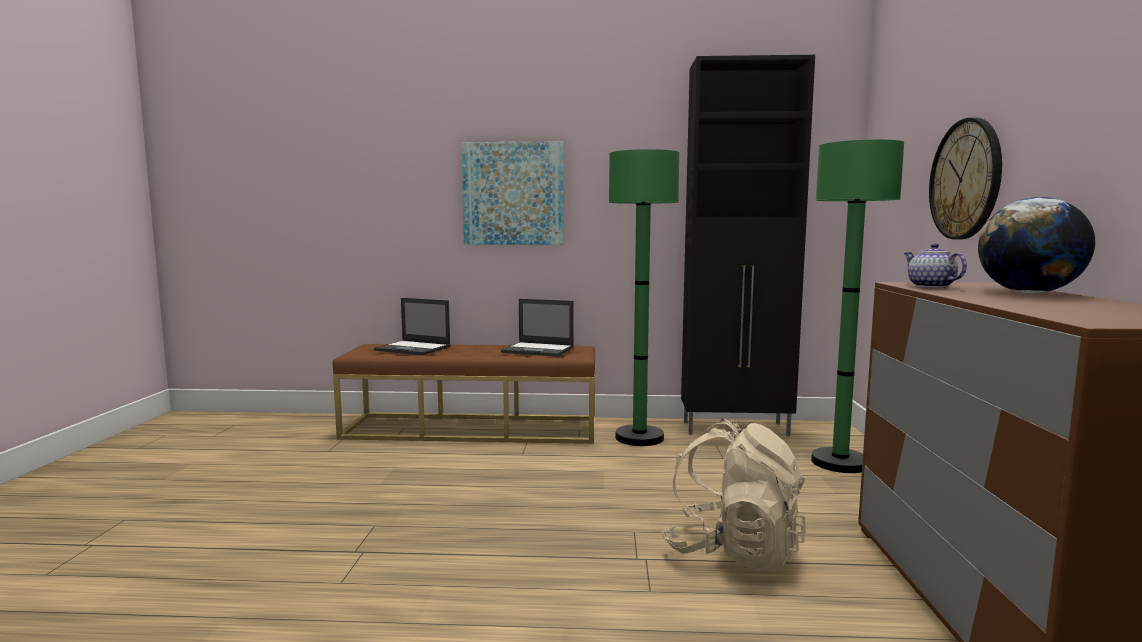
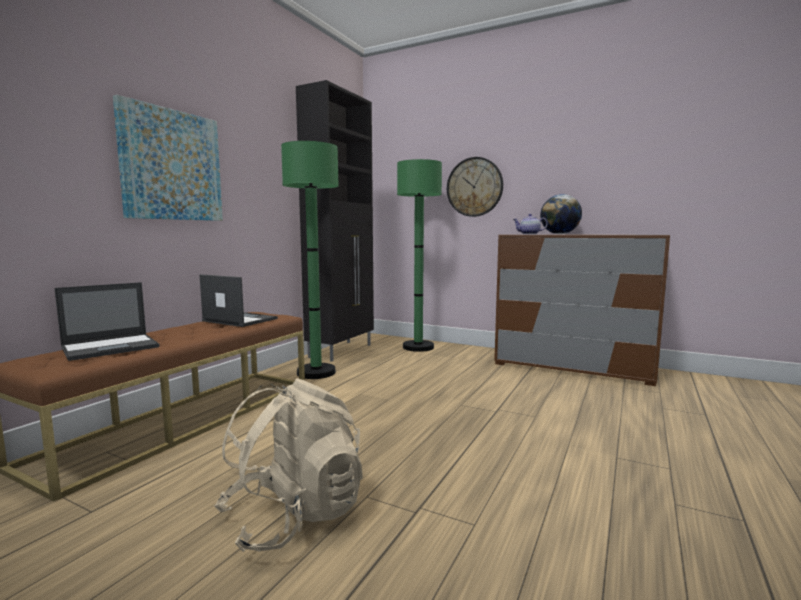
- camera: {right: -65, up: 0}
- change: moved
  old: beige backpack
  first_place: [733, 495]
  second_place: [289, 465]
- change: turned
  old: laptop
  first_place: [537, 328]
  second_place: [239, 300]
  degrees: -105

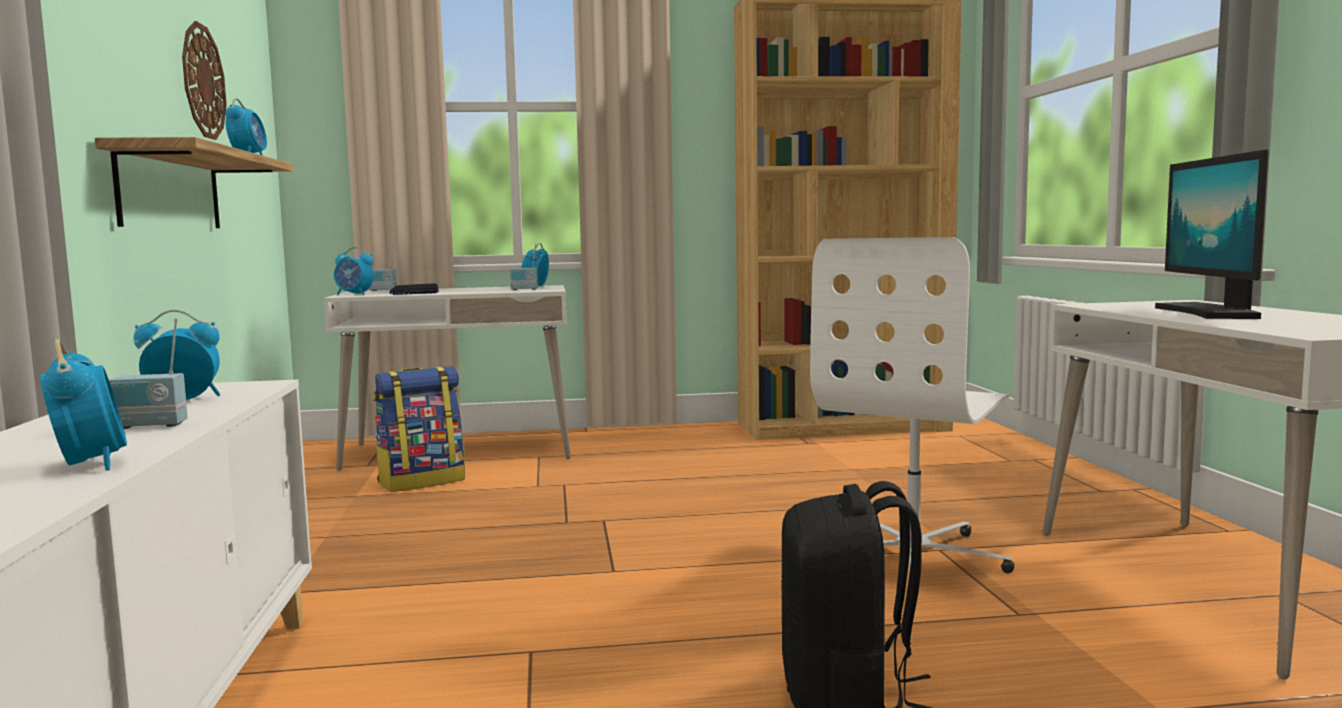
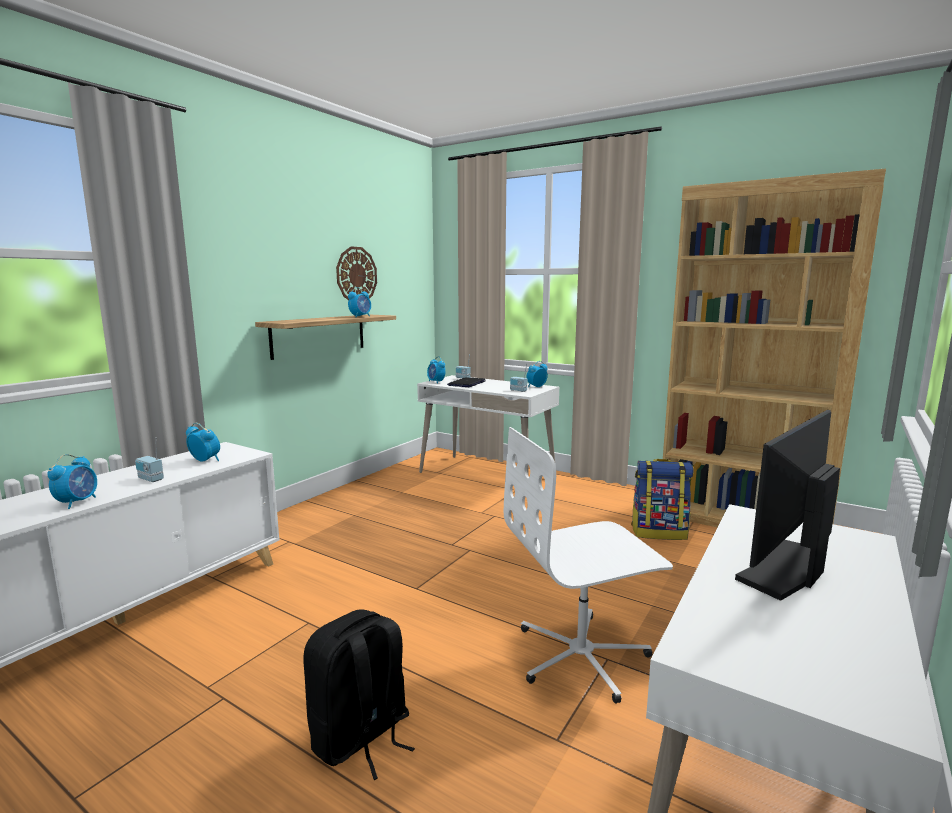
- camera: {right: 40, up: 5}
- change: moved
  old: backpack
  first_place: [419, 429]
  second_place: [662, 499]

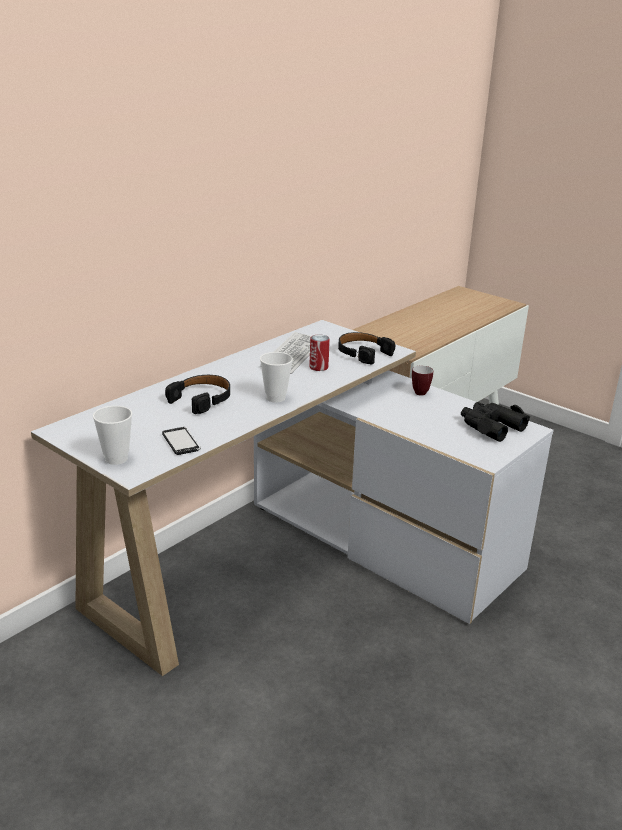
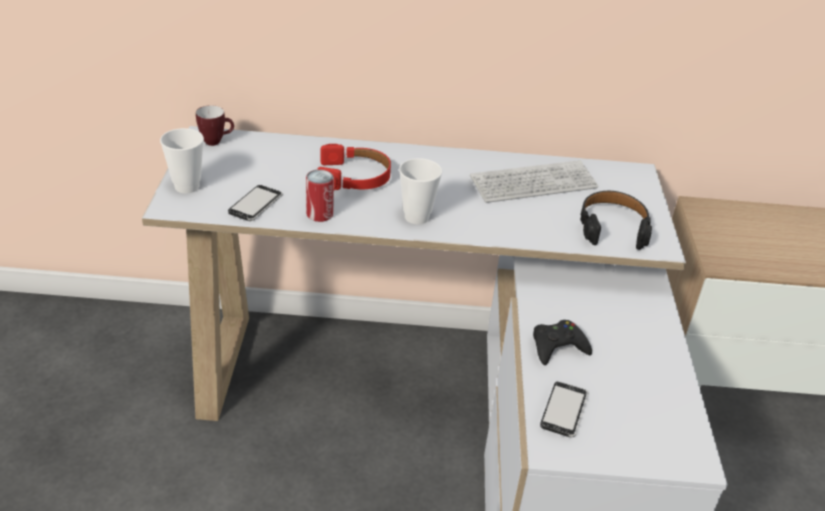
- camera: {right: 50, up: 10}
- change: removed
  old: black binoculars
  first_place: [495, 422]
- change: added
  new: black game controller
  second_place: [562, 342]
- change: added
  new: phone
  second_place: [564, 409]
- change: moved
  old: can
  first_place: [319, 352]
  second_place: [320, 196]
- change: moved
  old: mug
  first_place: [422, 381]
  second_place: [215, 125]
- change: recoloured
  old: black headphones
  new: red headphones
  first_place: [197, 394]
  second_place: [354, 167]

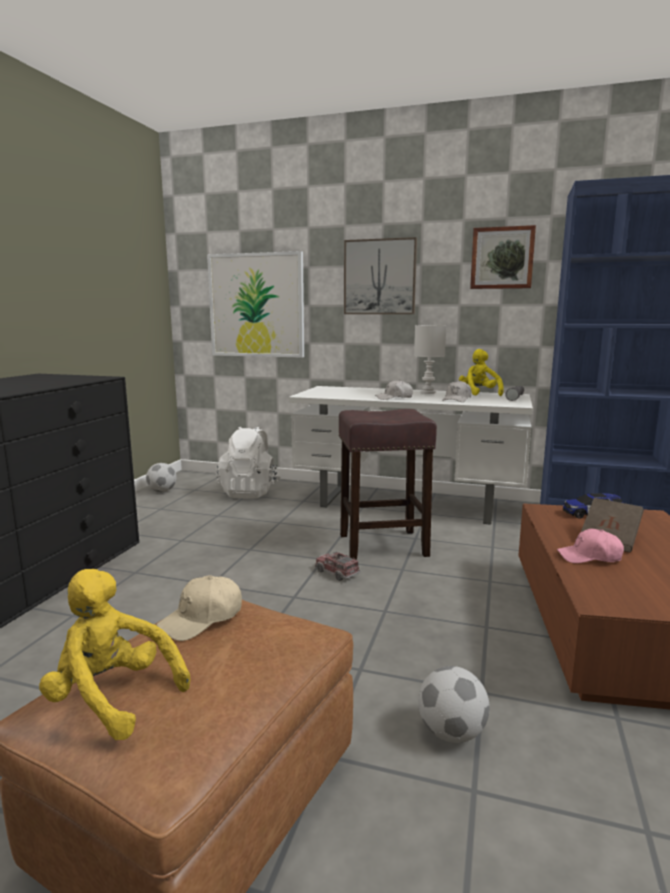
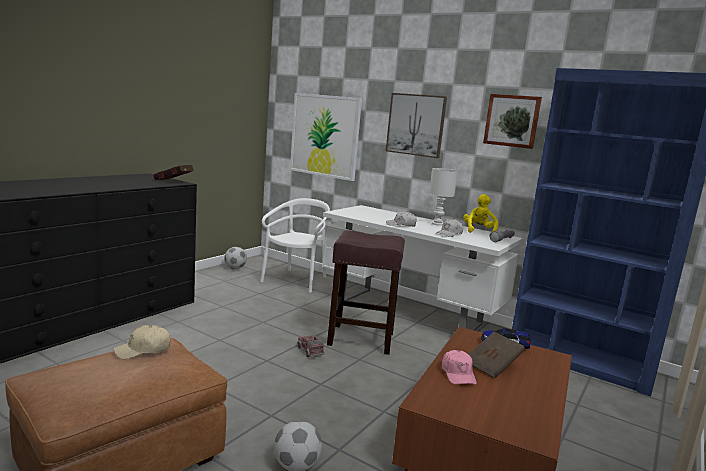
- camera: {right: 15, up: 0}
- change: removed
  old: yellow plush toy
  first_place: [114, 654]
- change: added
  new: red book
  second_place: [173, 172]
- change: replaced
  old: white backpack
  new: white chair
  first_place: [248, 463]
  second_place: [295, 245]
- change: turned
  old: pink cap
  first_place: [590, 546]
  second_place: [459, 367]
  degrees: -120

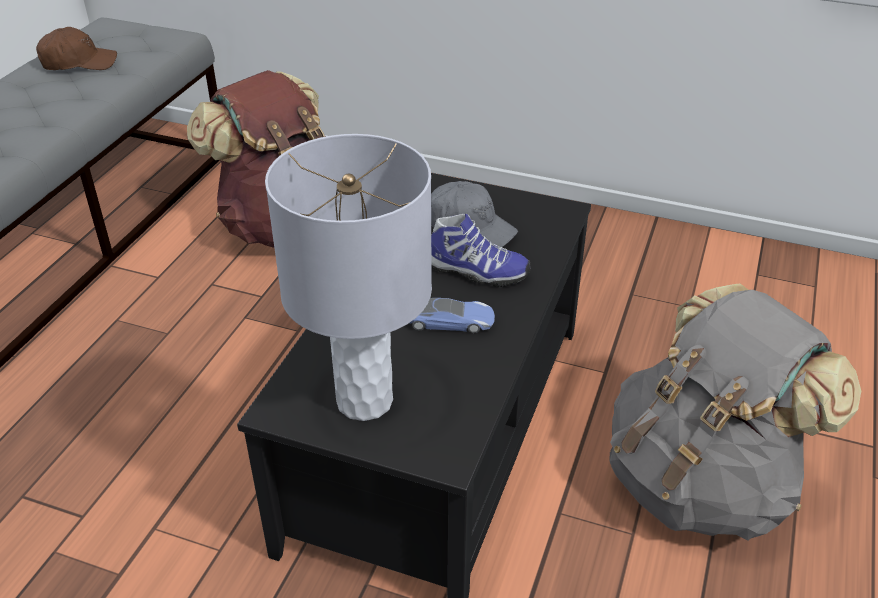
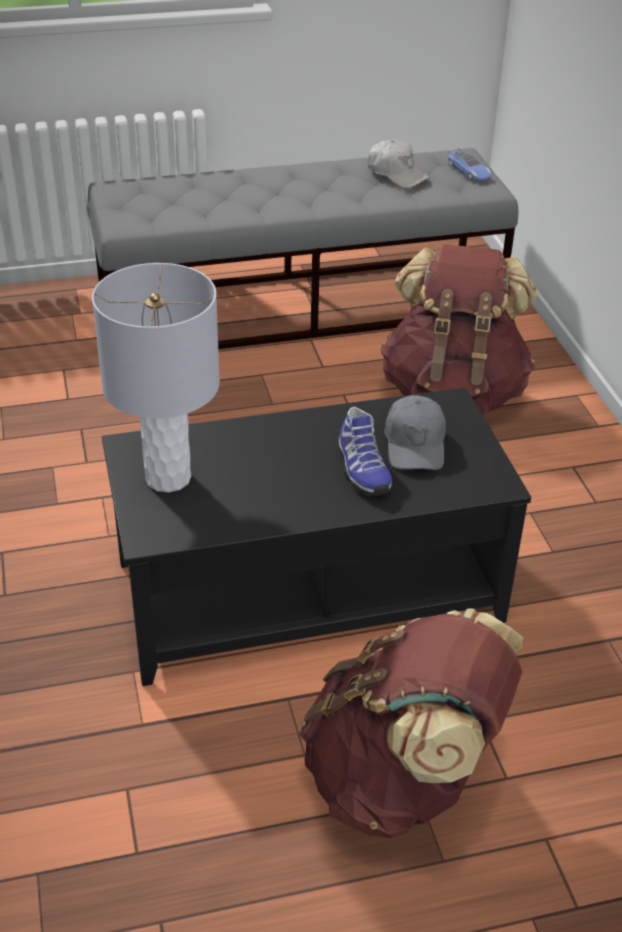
- camera: {right: 55, up: 0}
- change: moved
  old: toy car
  first_place: [452, 315]
  second_place: [470, 164]
- change: recoloured
  old: brown cap
  new: white cap
  first_place: [76, 48]
  second_place: [398, 164]
- change: recoloured
  old: grey backpack
  new: brown backpack
  first_place: [735, 412]
  second_place: [411, 723]

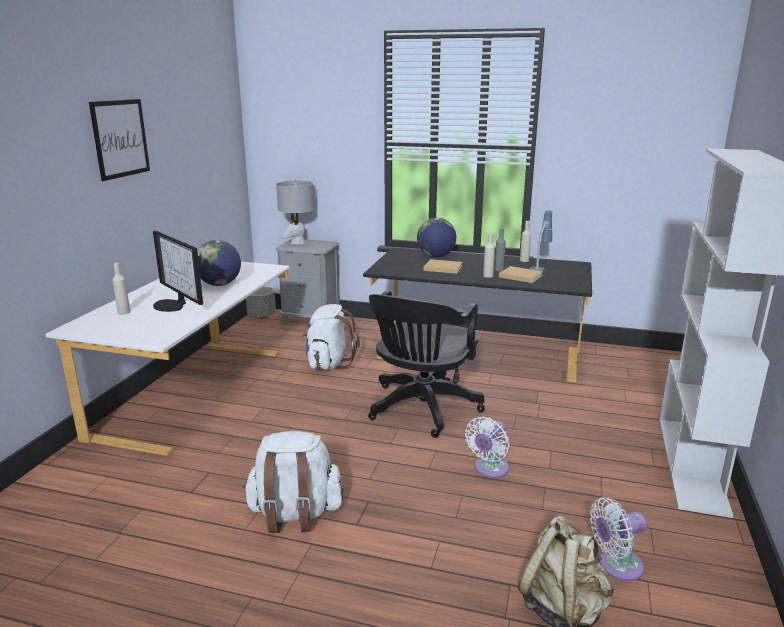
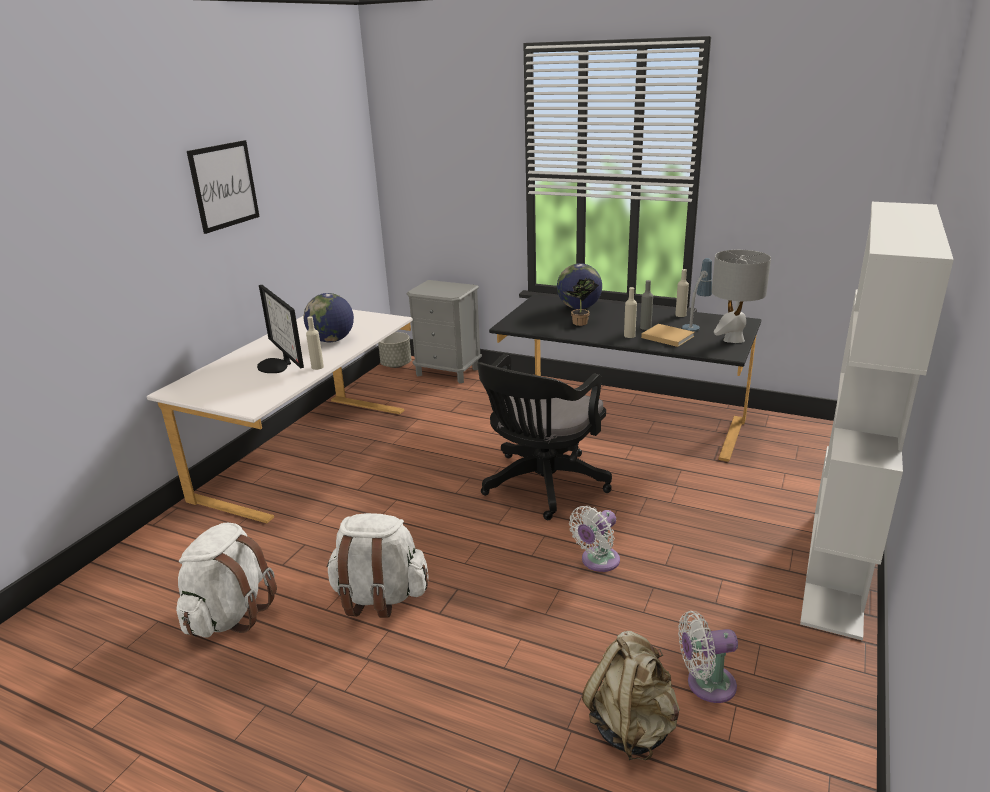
- camera: {right: 10, up: 5}
- change: moved
  old: beige bottle
  first_place: [121, 289]
  second_place: [315, 343]
- change: moved
  old: grey table lamp
  first_place: [295, 213]
  second_place: [741, 296]
- change: moved
  old: white backpack
  first_place: [331, 337]
  second_place: [226, 580]
- change: replaced
  old: beige book
  new: potted plant
  first_place: [442, 266]
  second_place: [581, 301]

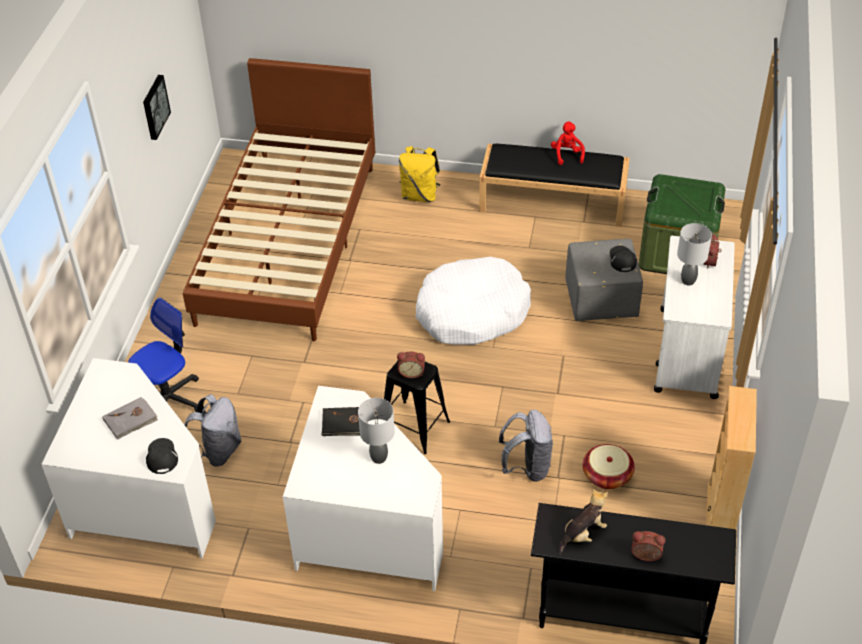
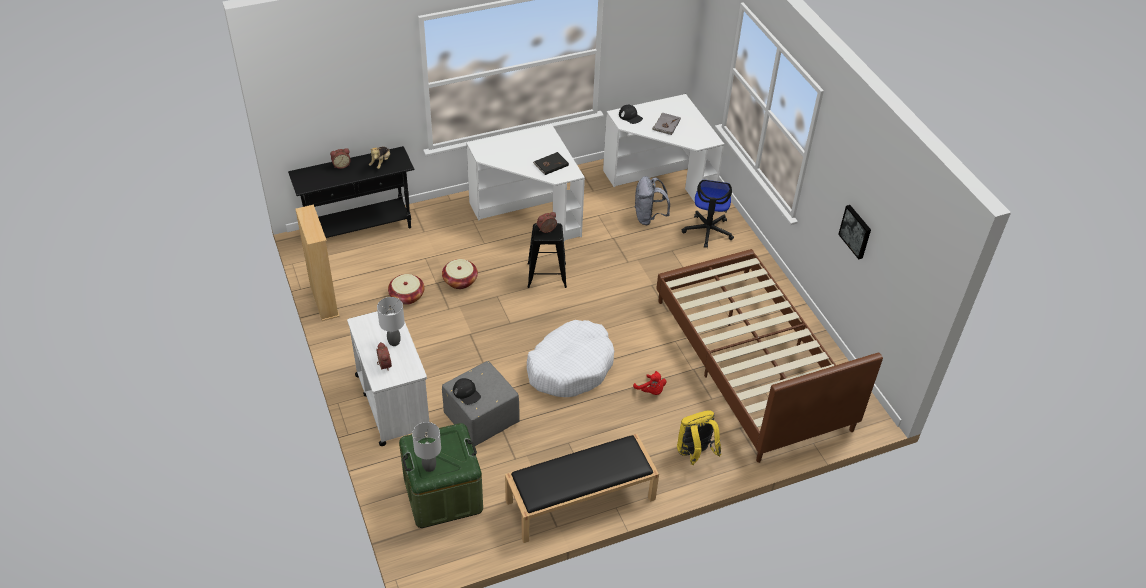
- camera: {right: 145, up: 0}
- change: moved
  old: grey table lamp
  first_place: [376, 431]
  second_place: [426, 447]
- change: moved
  old: red plush toy
  first_place: [568, 143]
  second_place: [649, 383]
- change: replaced
  old: grey backpack
  new: basket
  first_place: [526, 446]
  second_place: [460, 274]

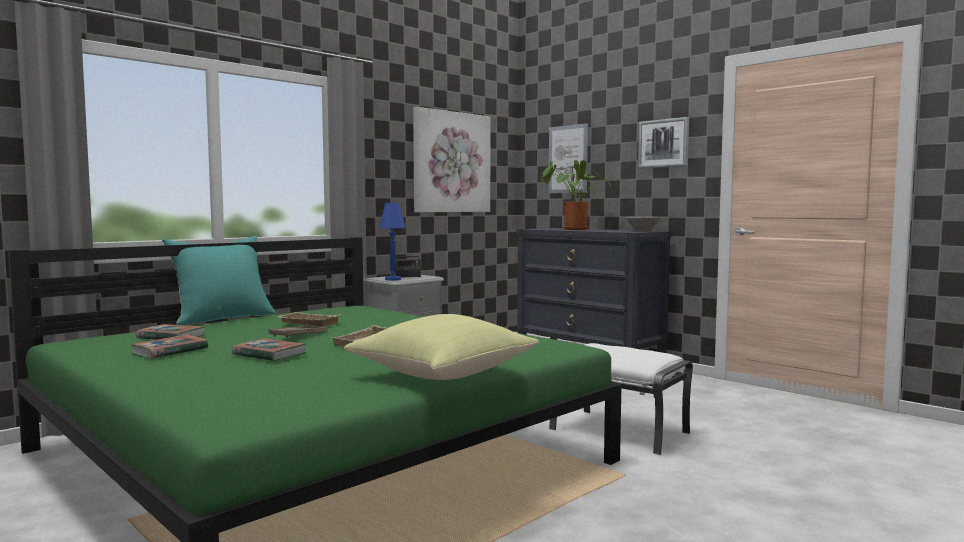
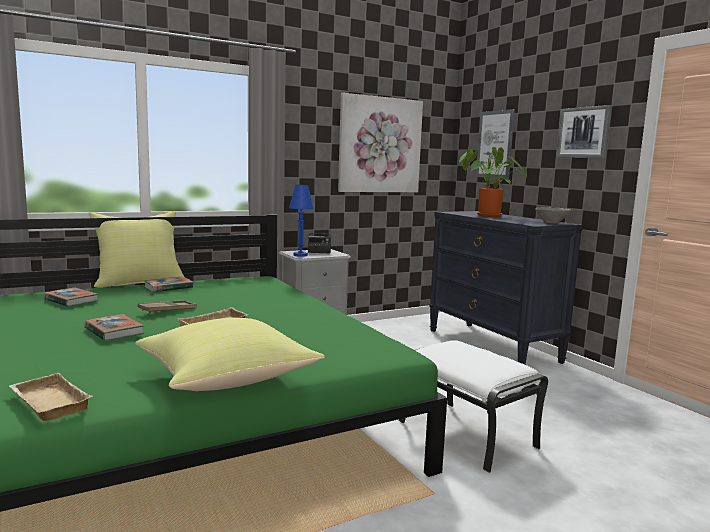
- camera: {right: 15, up: 5}
- change: moved
  old: book
  first_place: [169, 346]
  second_place: [168, 284]
- change: moved
  old: beige tray
  first_place: [310, 319]
  second_place: [51, 397]
- change: recoloured
  old: turquoise pillow
  new: yellow pillow
  first_place: [219, 280]
  second_place: [136, 249]

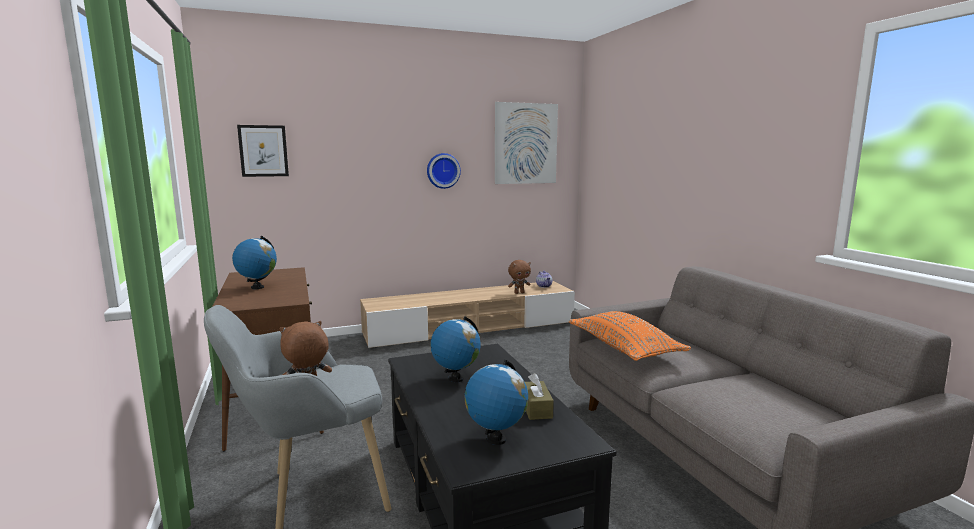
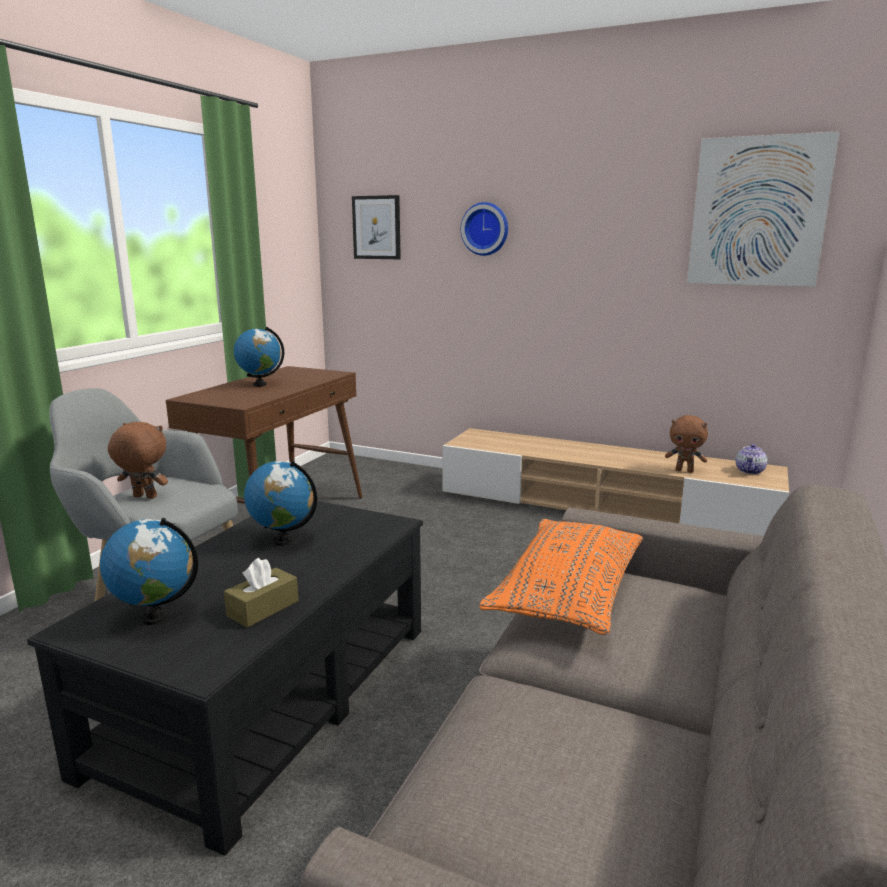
- camera: {right: 45, up: 5}
- change: moved
  old: wall clock
  first_place: [444, 171]
  second_place: [484, 229]

